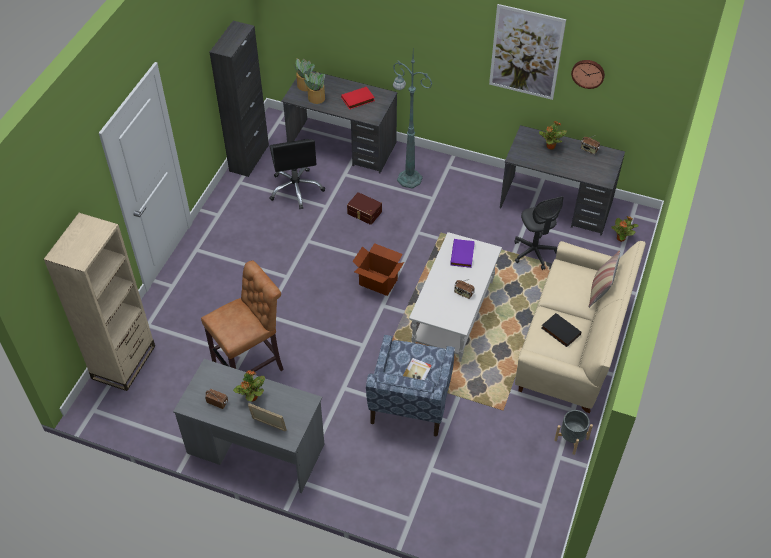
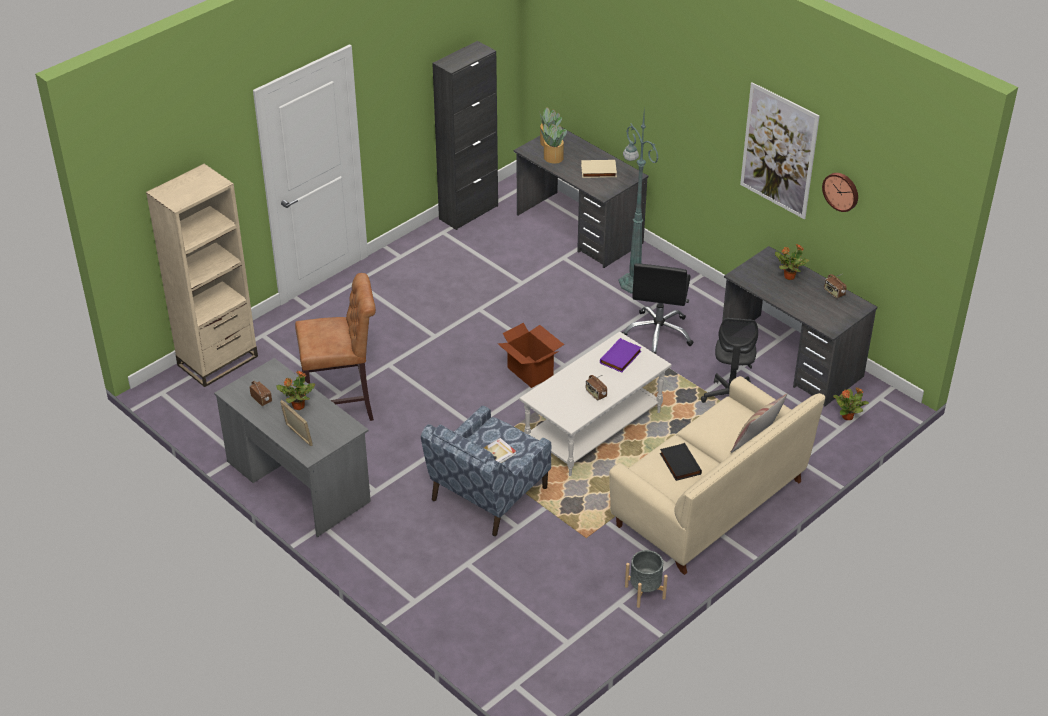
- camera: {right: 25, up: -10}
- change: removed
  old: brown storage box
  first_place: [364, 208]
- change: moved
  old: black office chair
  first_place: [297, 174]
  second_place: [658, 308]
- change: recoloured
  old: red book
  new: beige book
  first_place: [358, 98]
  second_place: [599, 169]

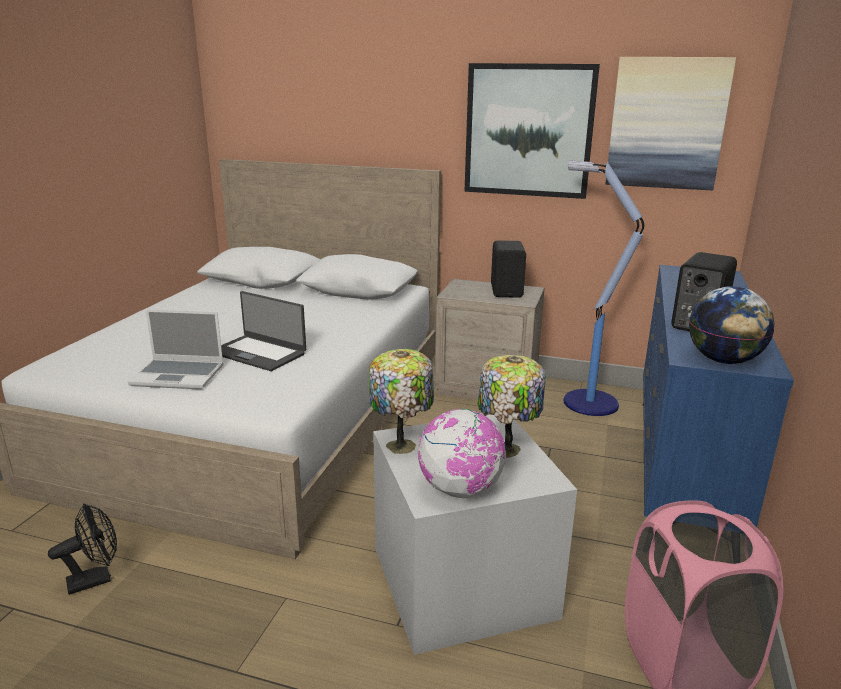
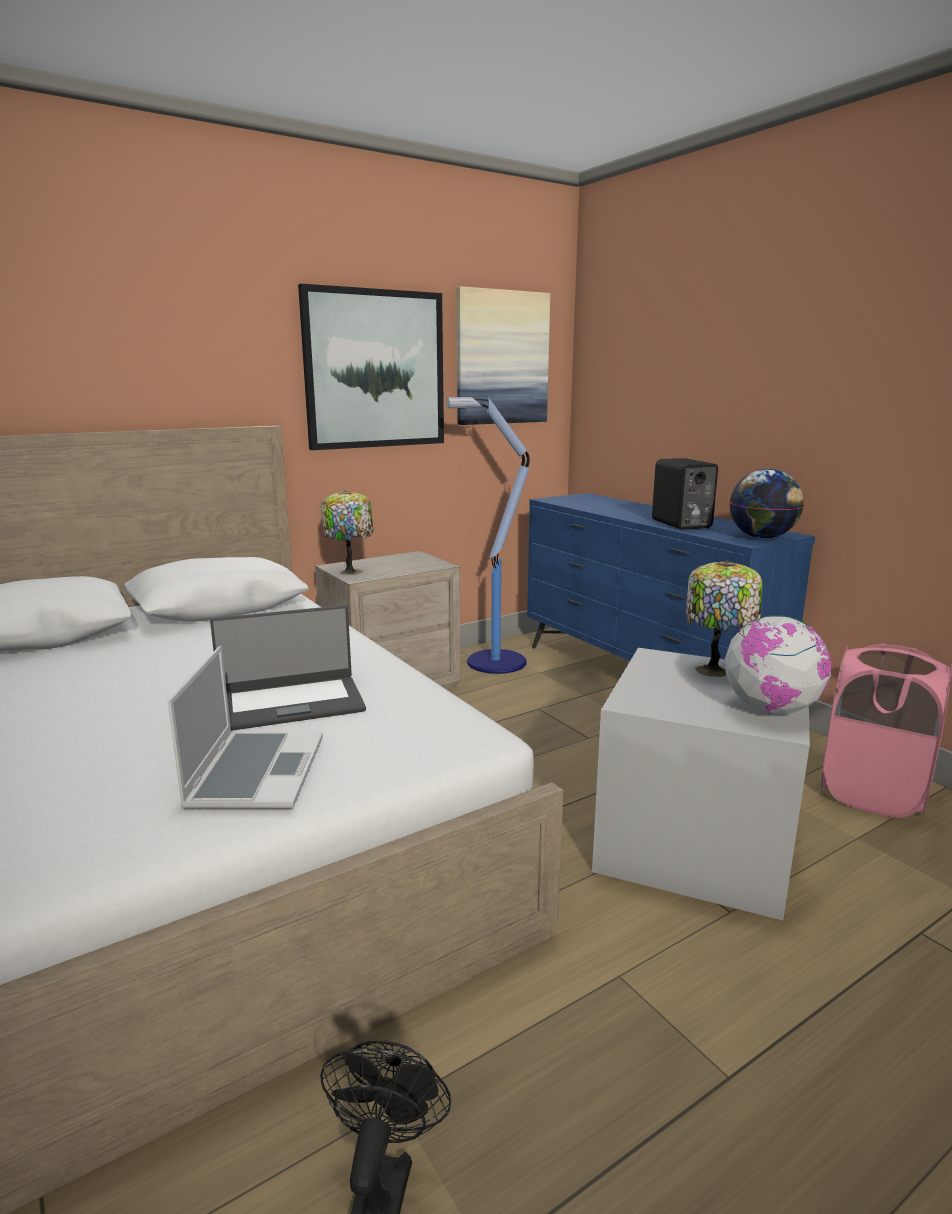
- camera: {right: -50, up: -5}
- change: removed
  old: black speaker
  first_place: [508, 269]
- change: moved
  old: table lamp
  first_place: [401, 401]
  second_place: [347, 533]
- change: turned
  old: laptop
  first_place: [176, 349]
  second_place: [245, 727]
  degrees: -45

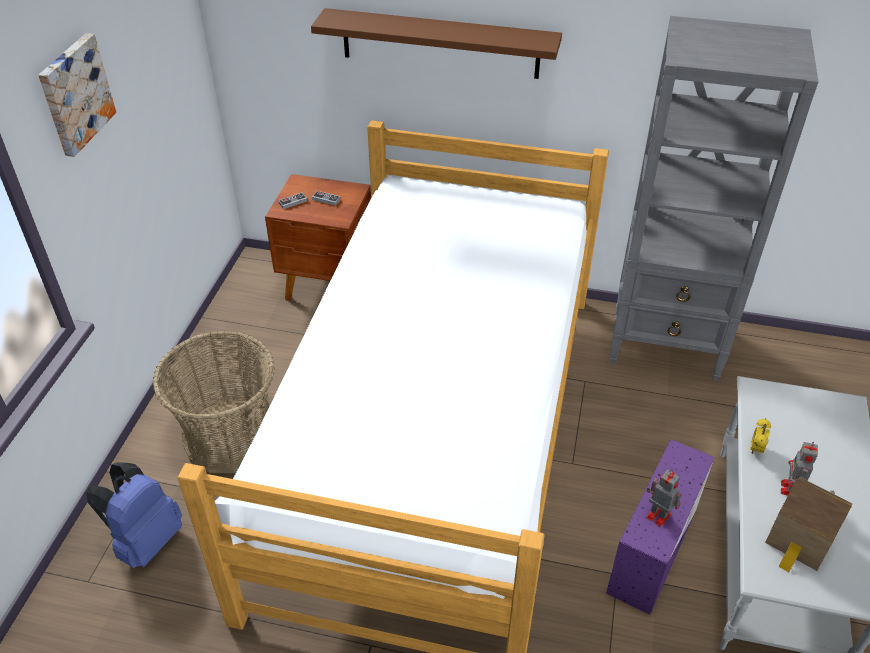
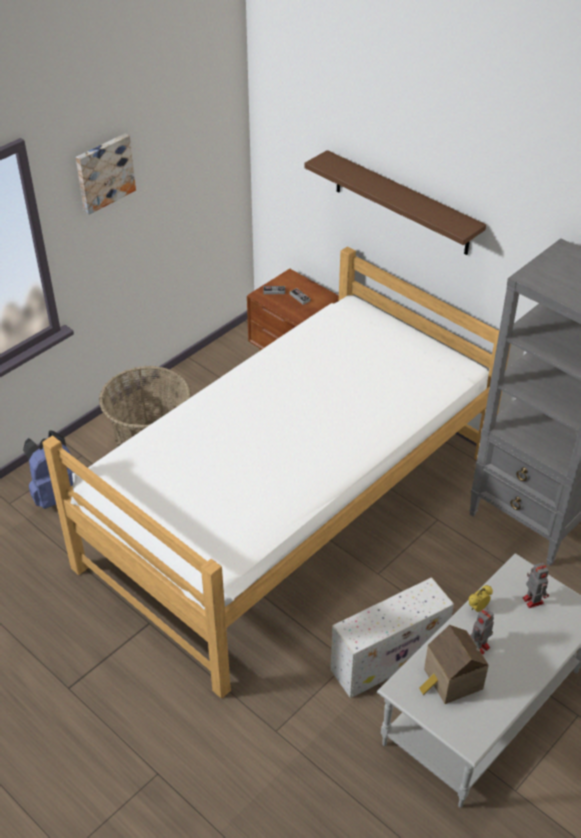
- camera: {right: 30, up: 0}
- change: moved
  old: toy robot
  first_place: [664, 498]
  second_place: [536, 585]
- change: recoloured
  old: purple storage box
  new: white storage box
  first_place: [660, 527]
  second_place: [392, 637]

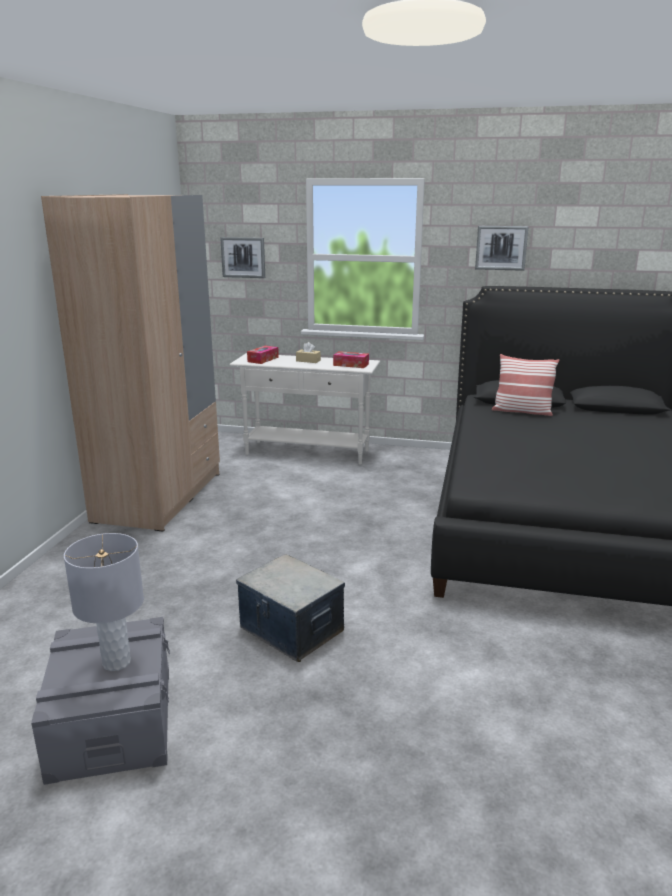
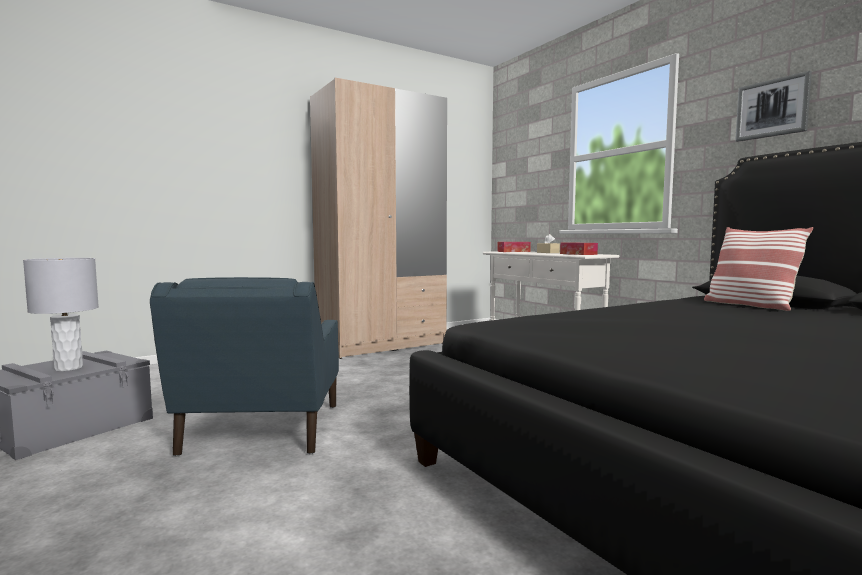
- camera: {right: 45, up: -15}
- change: removed
  old: picture
  first_place: [242, 257]
- change: replaced
  old: storage box
  new: blue armchair
  first_place: [290, 608]
  second_place: [244, 367]

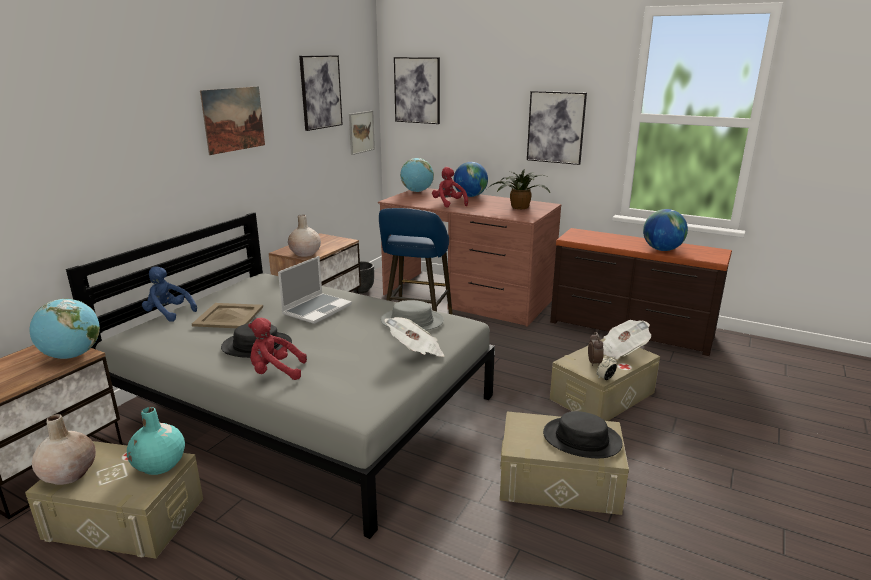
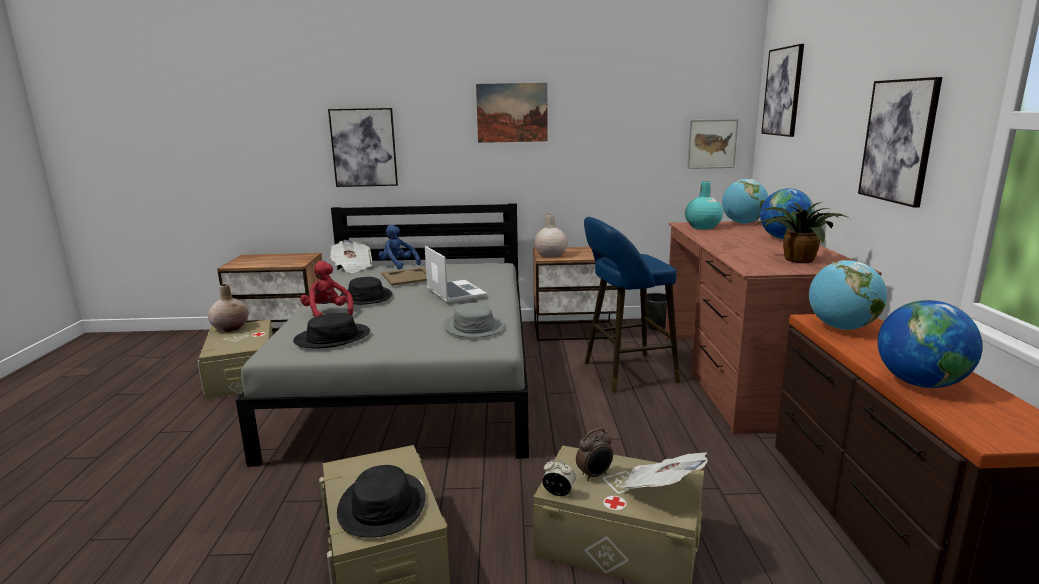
- camera: {right: 60, up: -5}
- change: removed
  old: red plush toy
  first_place: [450, 187]
- change: added
  new: black hat
  second_place: [331, 330]
- change: moved
  old: globe
  first_place: [65, 329]
  second_place: [848, 295]
- change: moved
  old: turquoise vase
  first_place: [156, 441]
  second_place: [704, 205]
- change: moved
  old: picture
  first_place: [321, 93]
  second_place: [363, 147]
- change: moved
  old: newspaper
  first_place: [414, 337]
  second_place: [351, 256]
- change: turned
  old: blue plush toy
  first_place: [169, 294]
  second_place: [399, 247]
  degrees: -45
- change: turned
  old: laptop
  first_place: [315, 290]
  second_place: [456, 274]
  degrees: -120

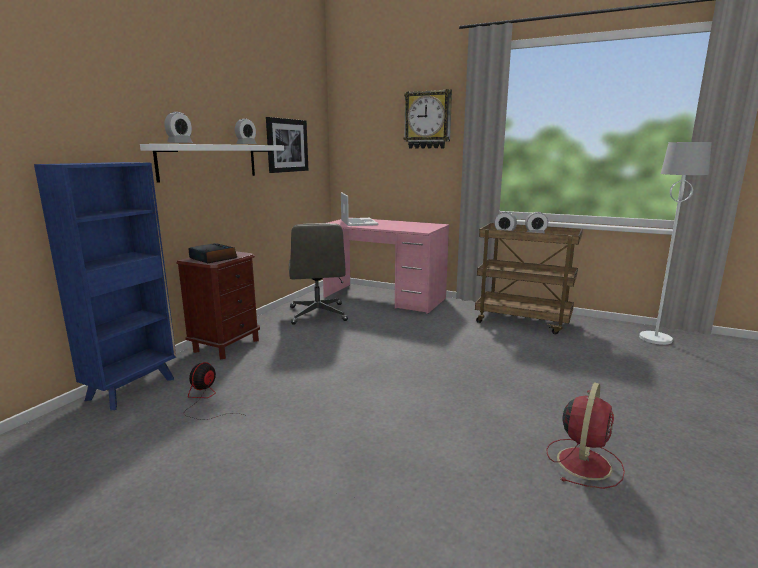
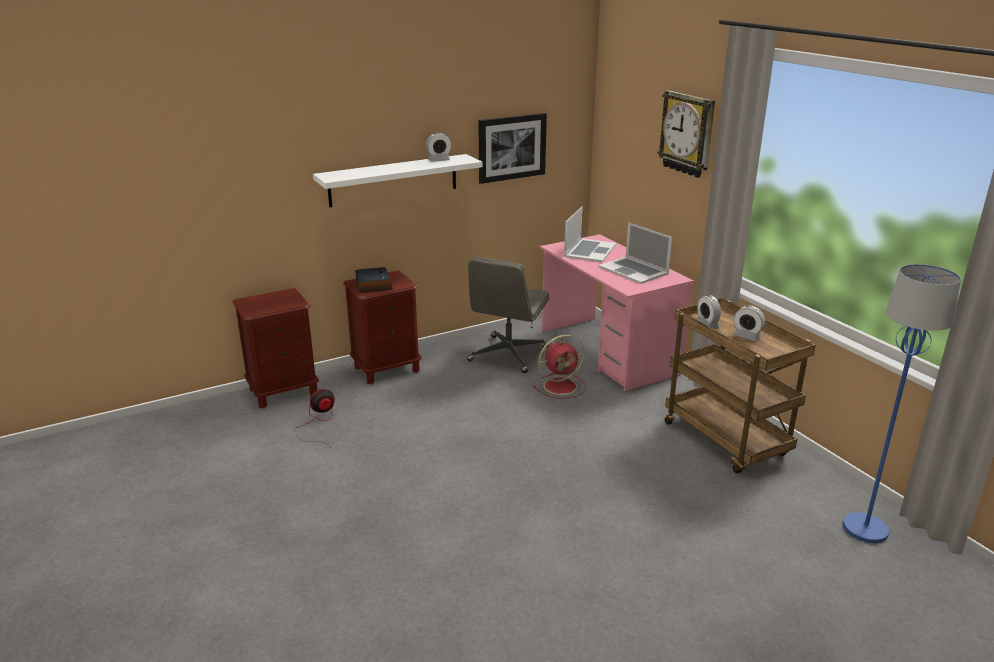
- camera: {right: 35, up: 10}
- change: removed
  old: alarm clock
  first_place: [178, 127]
- change: added
  new: laptop
  second_place: [635, 253]
- change: moved
  old: red fan
  first_place: [586, 435]
  second_place: [559, 367]
- change: replaced
  old: blue bookcase
  new: brown nightstand
  first_place: [105, 286]
  second_place: [276, 348]
- change: recoloured
  old: white floor lamp
  new: blue floor lamp
  first_place: [675, 243]
  second_place: [902, 403]

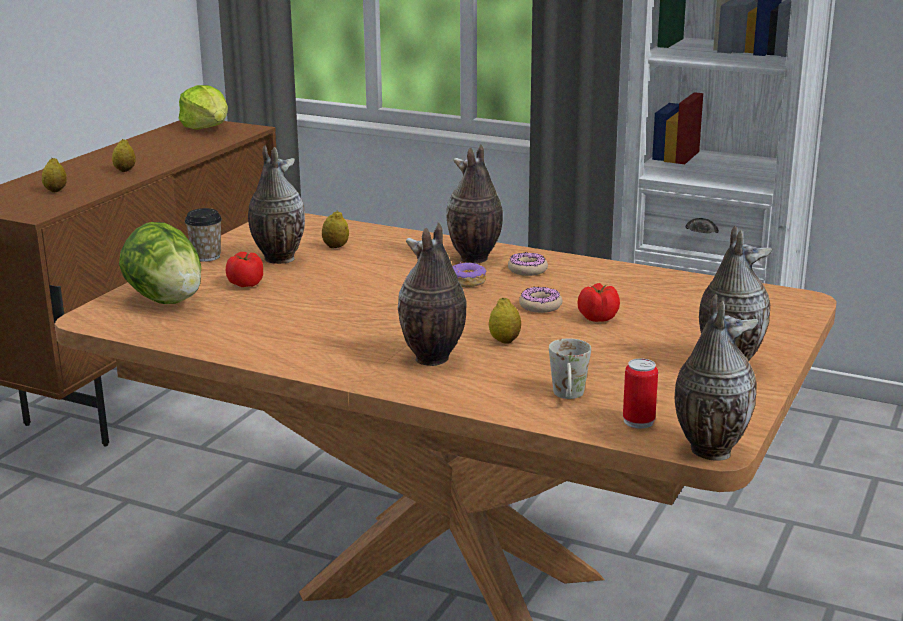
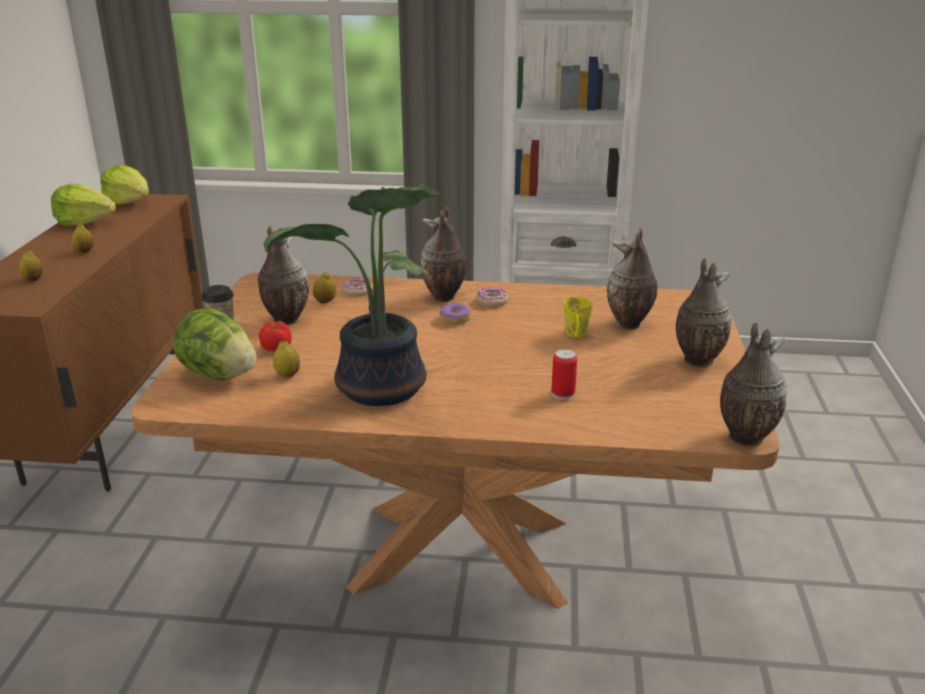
- camera: {right: -20, up: 5}
- change: removed
  old: white mug
  first_place: [570, 368]
- change: added
  new: lettuce
  second_place: [83, 205]
- change: added
  new: potted plant
  second_place: [351, 295]
- change: moved
  old: vase
  first_place: [432, 294]
  second_place: [632, 279]
- change: moved
  old: lemon
  first_place: [505, 321]
  second_place: [286, 359]
- change: moved
  old: donut
  first_place: [540, 300]
  second_place: [358, 287]
- change: moved
  old: can
  first_place: [640, 393]
  second_place: [564, 374]
- change: replaced
  old: tomato
  new: yellow mug
  first_place: [598, 302]
  second_place: [577, 317]

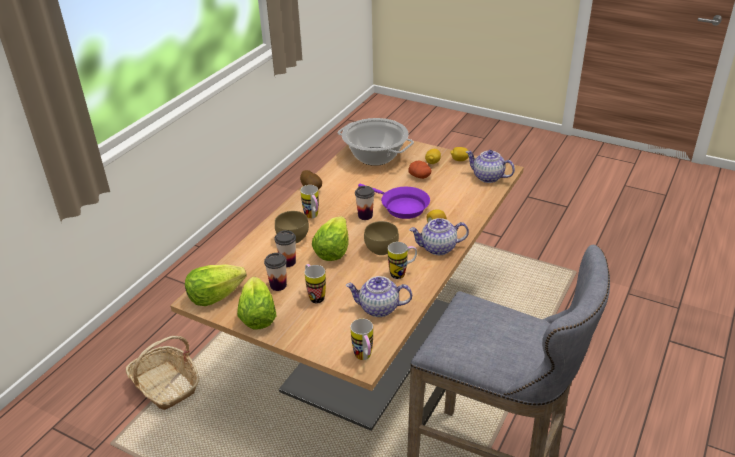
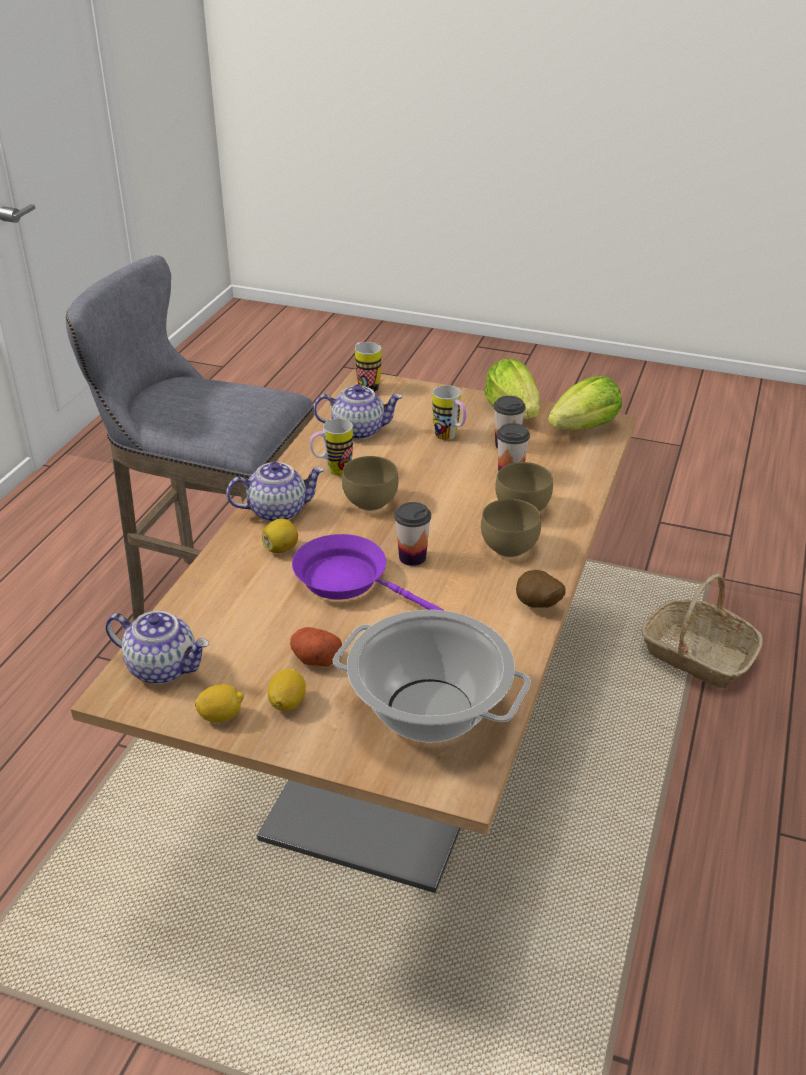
- camera: {right: 170, up: 0}
- change: removed
  old: lettuce
  first_place: [330, 238]
- change: replaced
  old: mug
  new: brown bowl
  first_place: [309, 202]
  second_place: [511, 528]

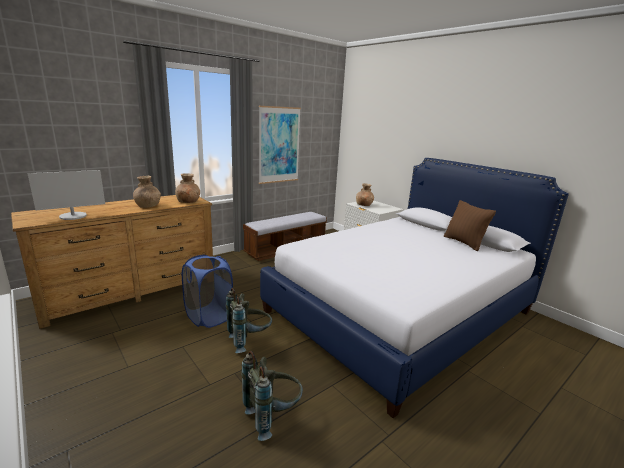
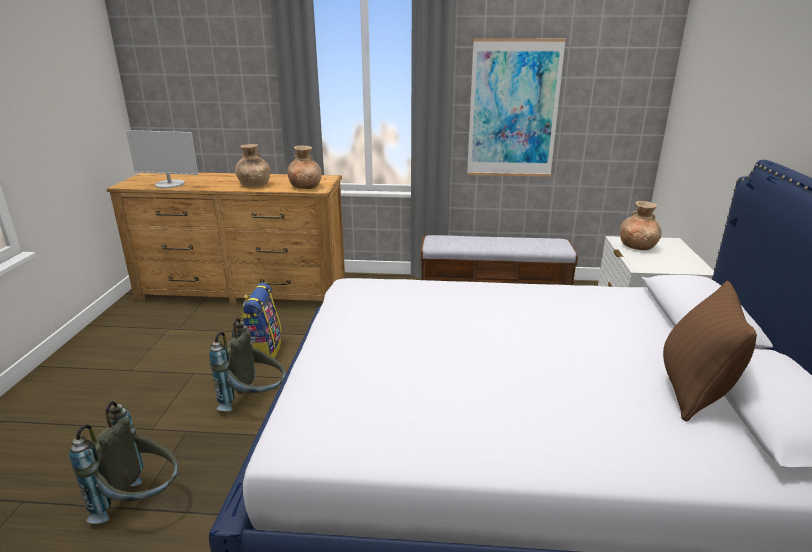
- camera: {right: 45, up: 5}
- change: replaced
  old: blue laundry basket
  new: backpack
  first_place: [207, 291]
  second_place: [261, 323]

